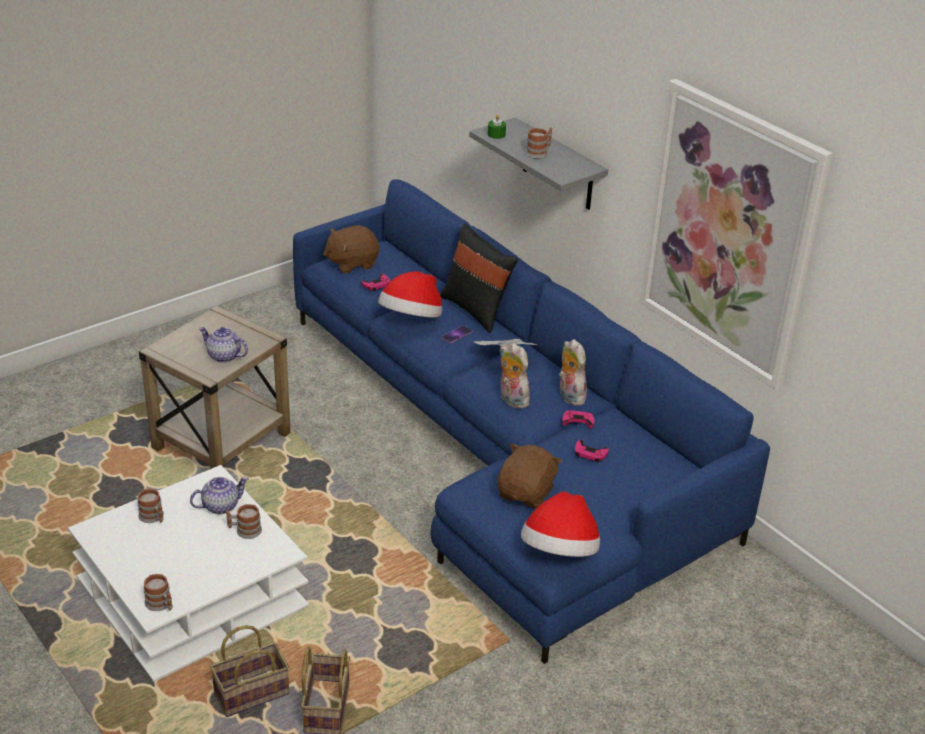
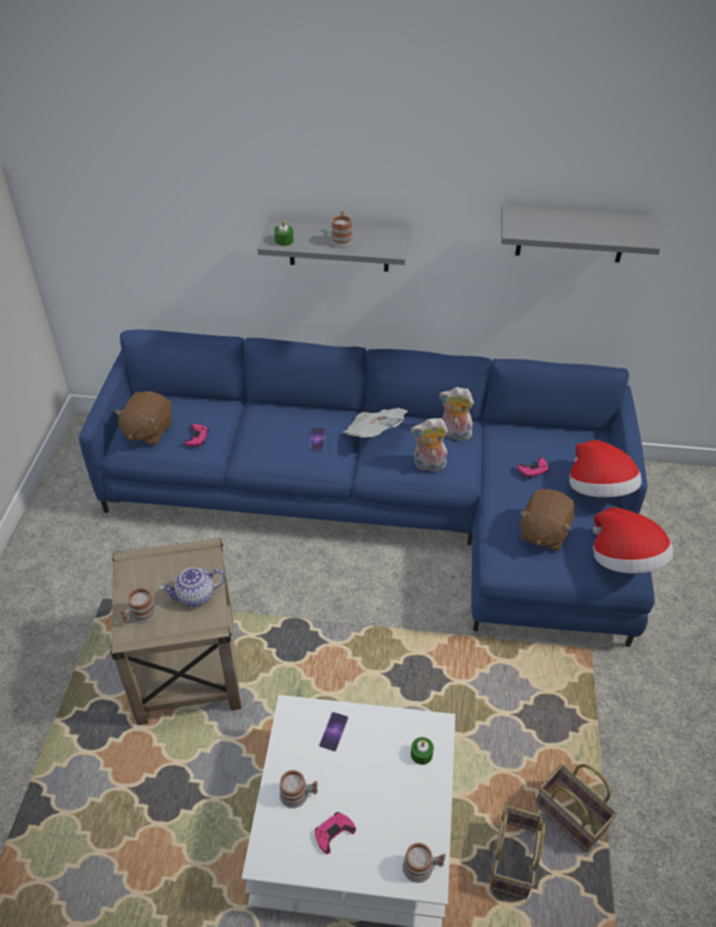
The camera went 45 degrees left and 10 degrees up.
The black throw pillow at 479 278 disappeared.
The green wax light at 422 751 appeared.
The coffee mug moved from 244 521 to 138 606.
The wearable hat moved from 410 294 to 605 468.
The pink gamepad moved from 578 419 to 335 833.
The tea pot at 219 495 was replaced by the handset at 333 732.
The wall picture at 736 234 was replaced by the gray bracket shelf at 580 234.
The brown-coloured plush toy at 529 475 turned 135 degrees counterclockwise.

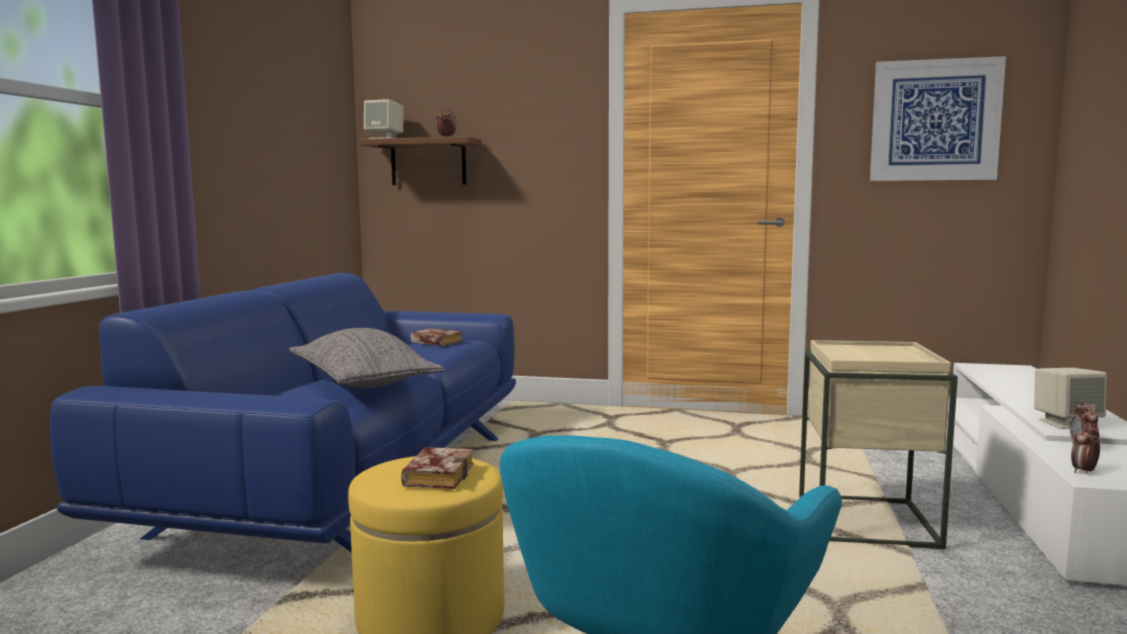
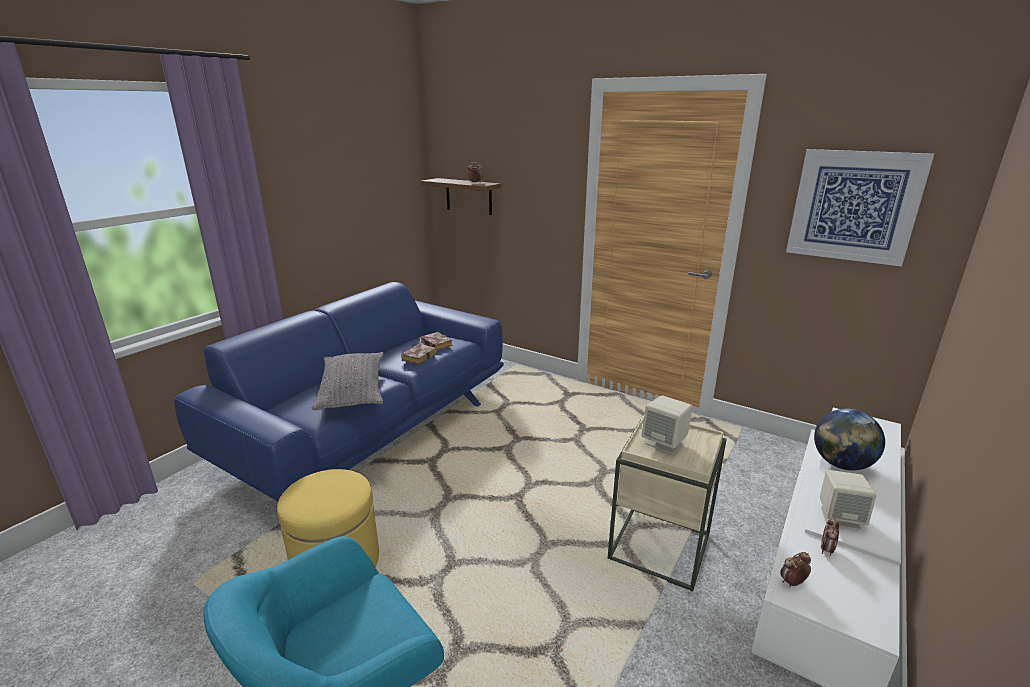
The camera went 20 degrees right and 15 degrees up.
The globe at 849 439 appeared.
The beige speaker moved from 383 119 to 667 424.
The volume moved from 437 468 to 418 354.

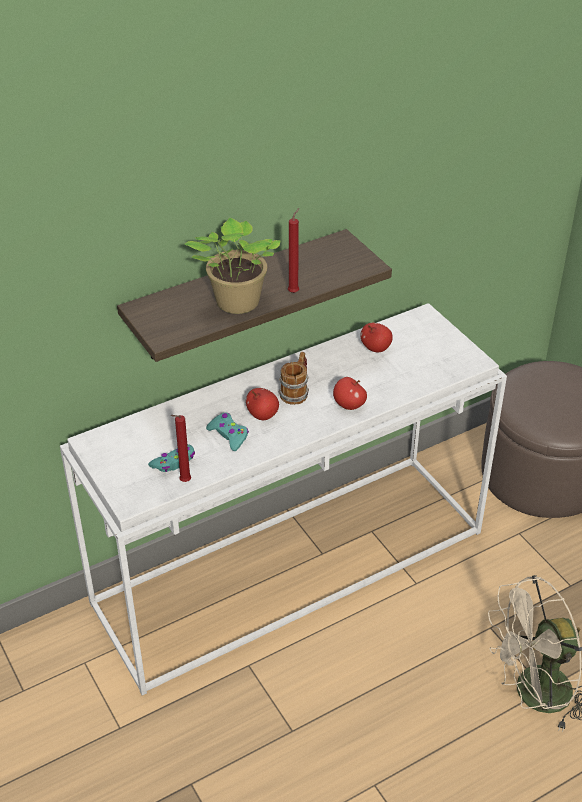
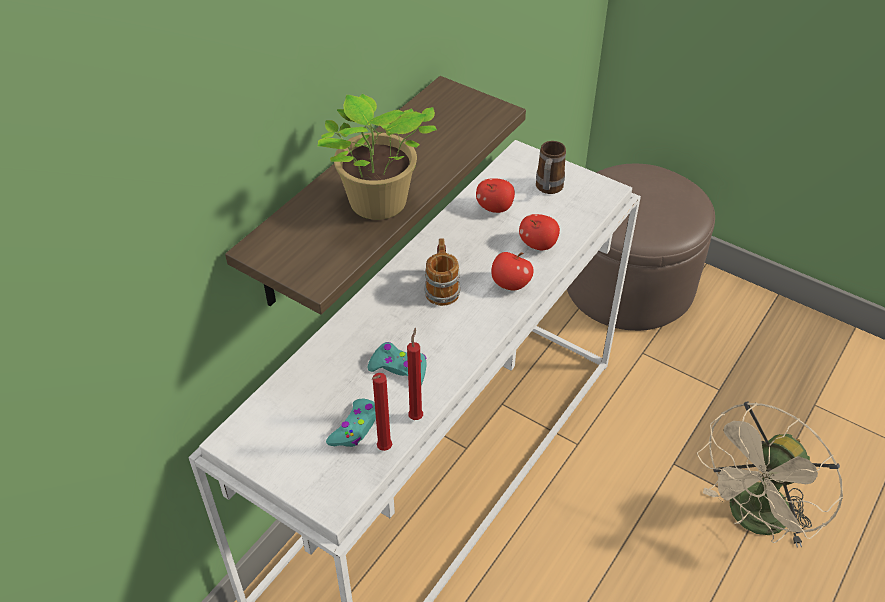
The camera went 25 degrees left and 5 degrees up.
The coffee mug at 551 167 appeared.
The apple fruit moved from 262 404 to 539 232.
The red-coloured wax light moved from 293 250 to 415 374.

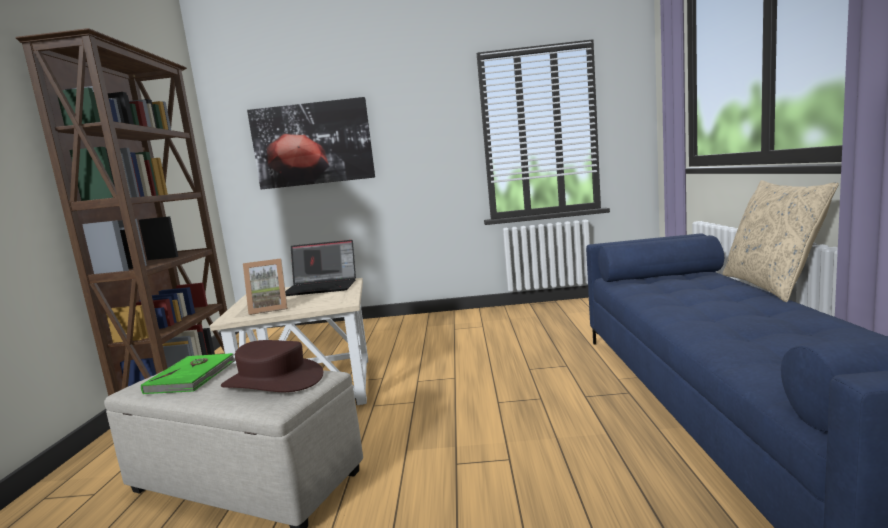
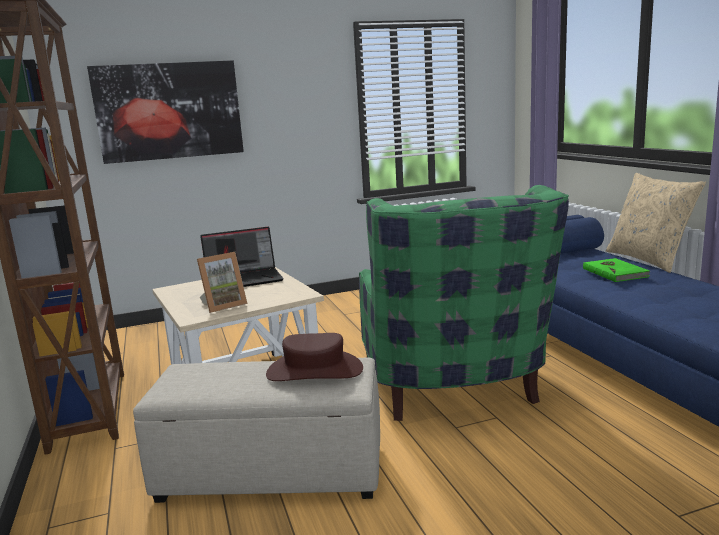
The camera went 20 degrees left and 5 degrees up.
The green armchair at 464 303 appeared.
The green volume moved from 188 373 to 616 270.

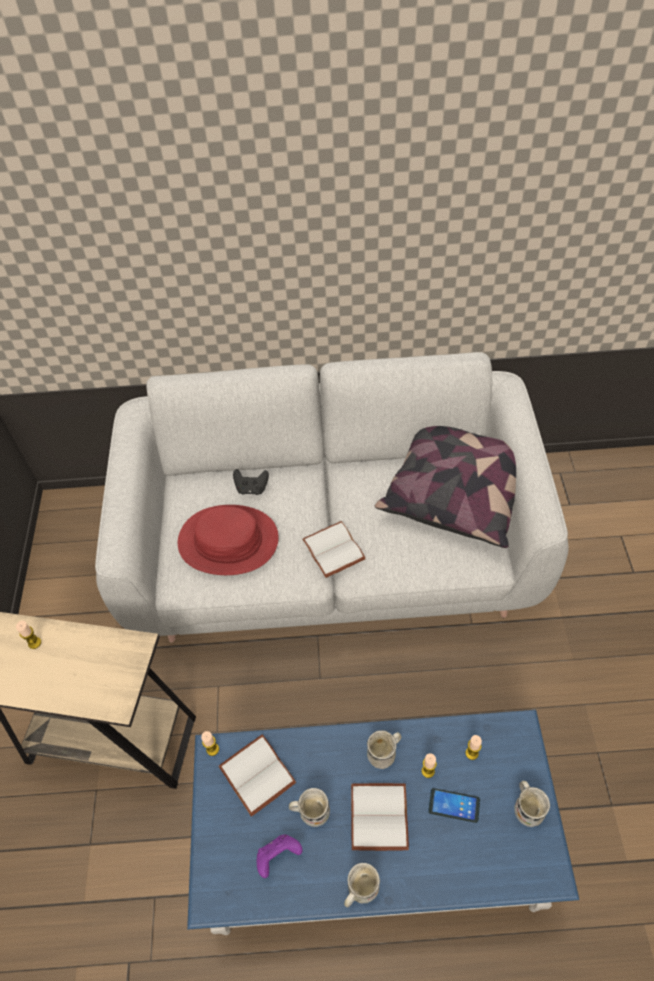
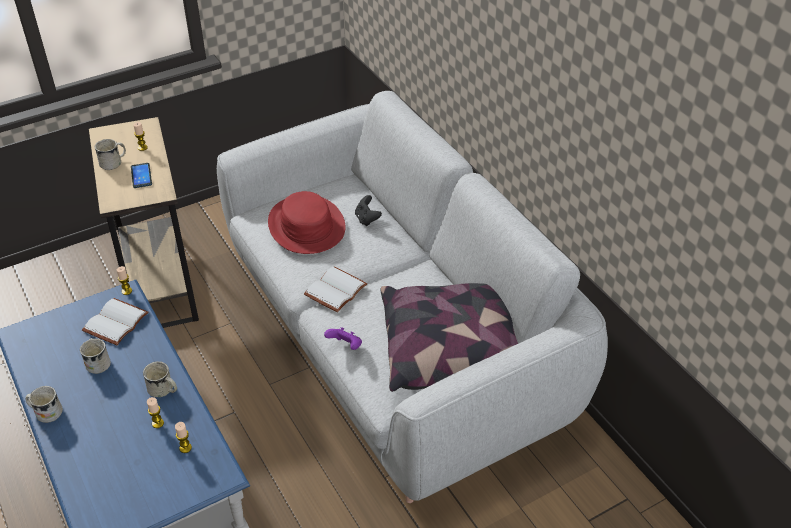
The camera went 60 degrees right and 10 degrees down.
The white volume at 380 817 disappeared.
The purple-coloured gamepad moved from 280 856 to 343 338.
The handset moved from 454 805 to 141 175.
The white coffee mug moved from 532 804 to 110 154.

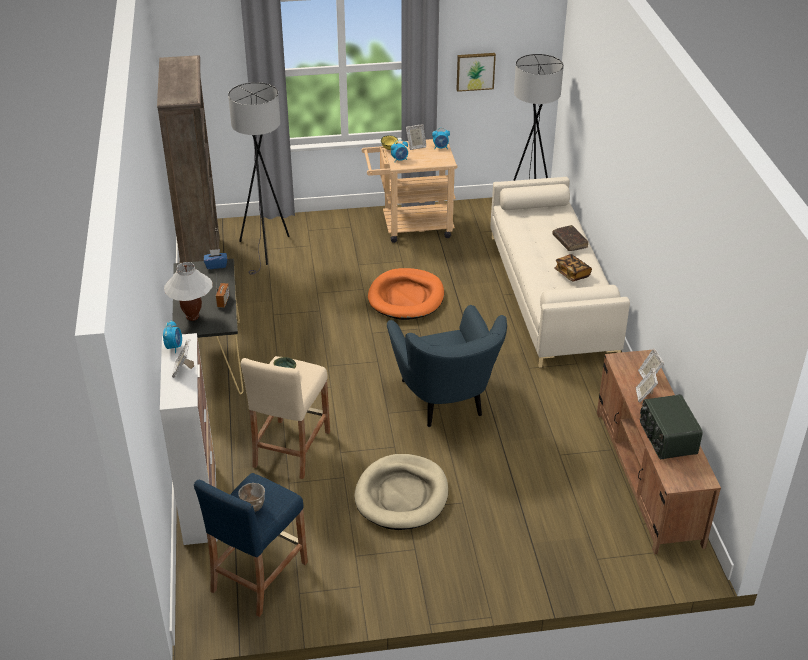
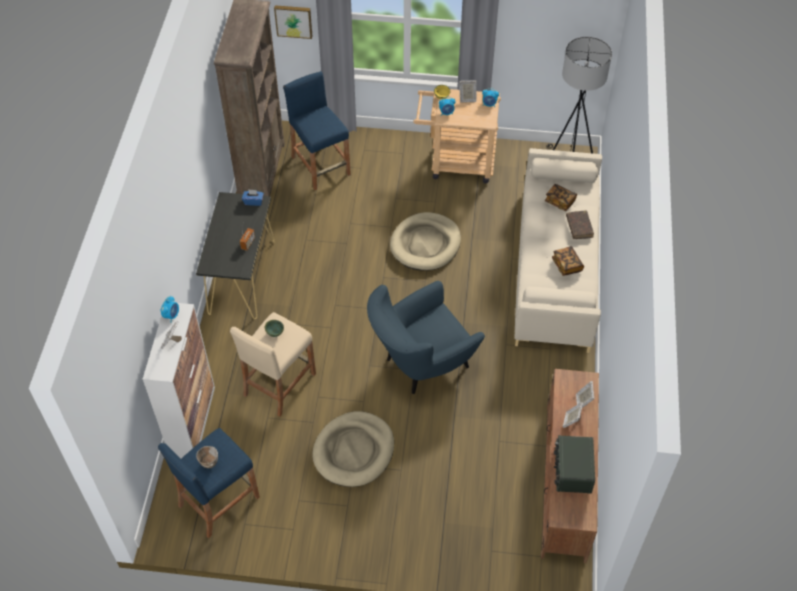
The camera went 15 degrees right and 15 degrees up.
The white table lamp at 188 291 disappeared.
The volume at 561 197 appeared.
The wall picture moved from 476 72 to 293 22.
The gray floor lamp at 259 178 was replaced by the bluish stool at 317 130.
The orange-coloured pet bed at 406 294 became the beige pet bed at 425 241.
The bluish armchair at 447 366 turned 60 degrees clockwise.

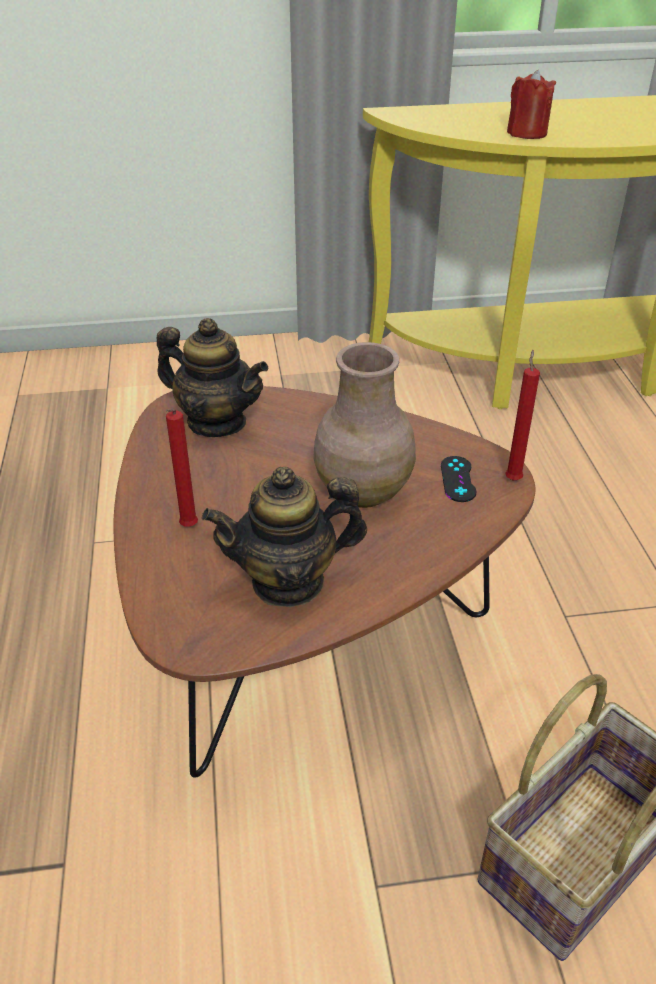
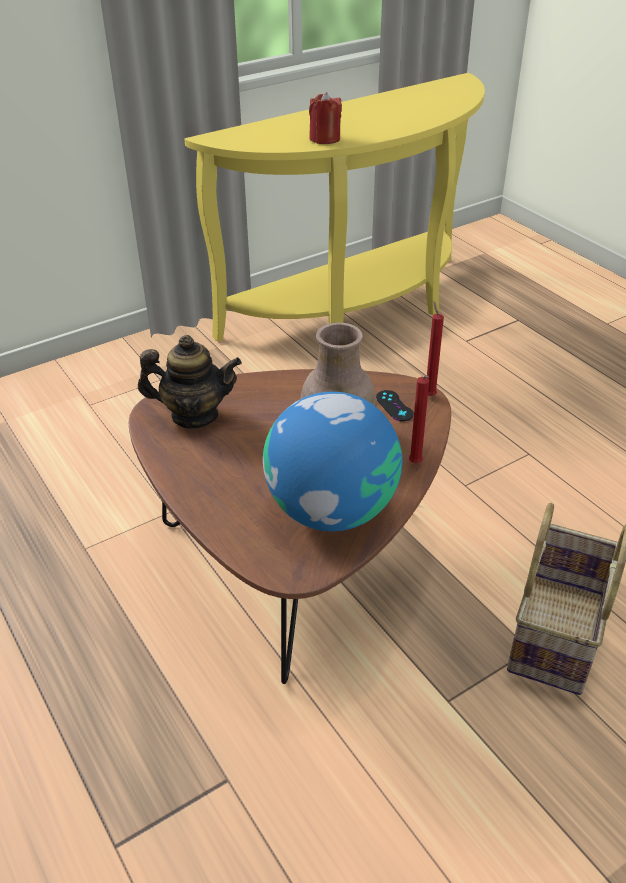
The camera went 25 degrees left and 0 degrees up.
The red-coloured wax light moved from 182 468 to 419 419.
The tea pot at 284 537 was replaced by the globe at 332 461.

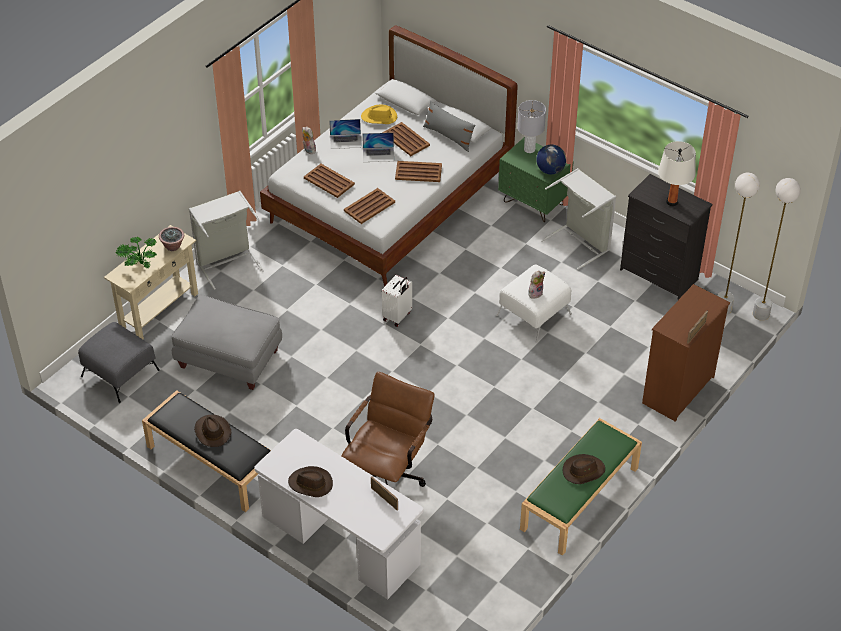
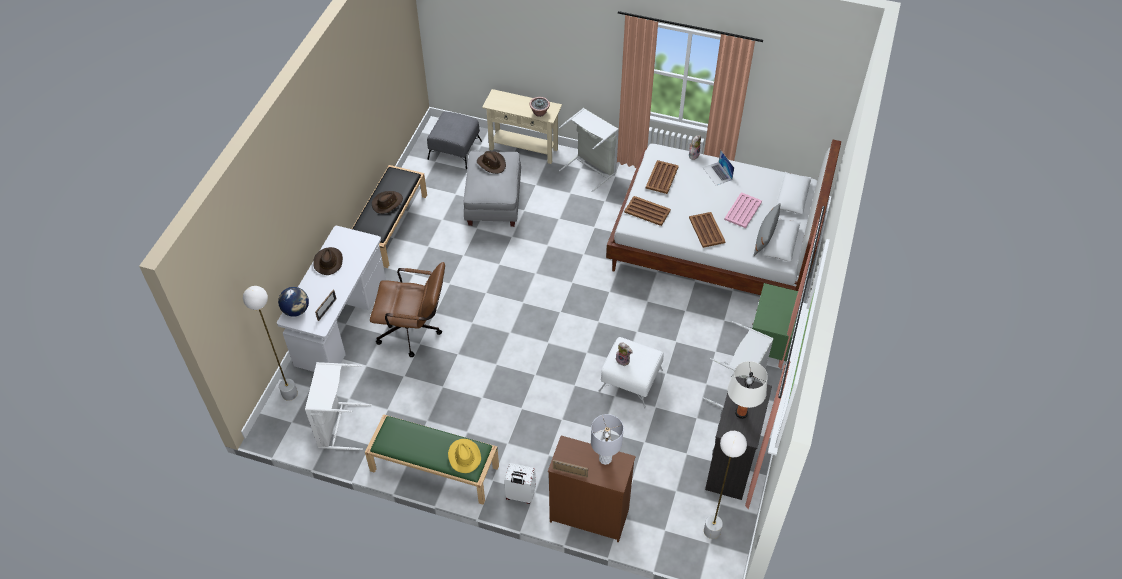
The camera went 70 degrees right and 5 degrees up.
The houseplant at 136 253 disappeared.
The laptop at 378 147 disappeared.
The white washing basket at 338 406 appeared.
The yellow-coloured wearable hat moved from 379 114 to 464 456.
The white piece of luggage moved from 397 301 to 520 483.
The gray table lamp moved from 531 126 to 607 439.
The globe moved from 551 159 to 293 302.
The brown-coloured wearable hat moved from 584 469 to 491 162.
The white floor lamp moved from 777 249 to 270 343.
The brown-coloured tray at 406 139 became the pink tray at 743 210.

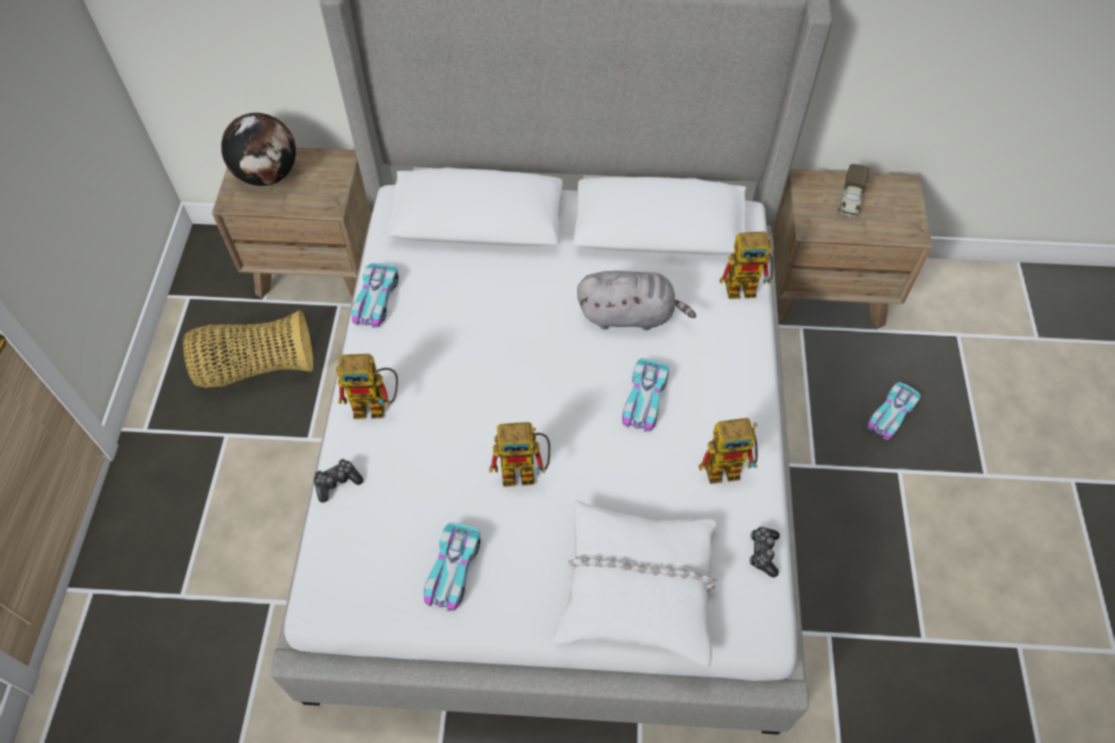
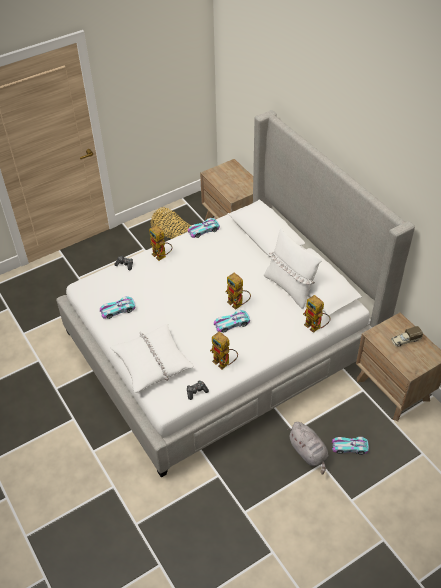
The camera went 55 degrees right and 10 degrees down.
The globe at 258 149 disappeared.
The white throw pillow at 293 268 appeared.
The robot figure moved from 519 454 to 238 291.
The gray plush toy moved from 636 300 to 308 448.

